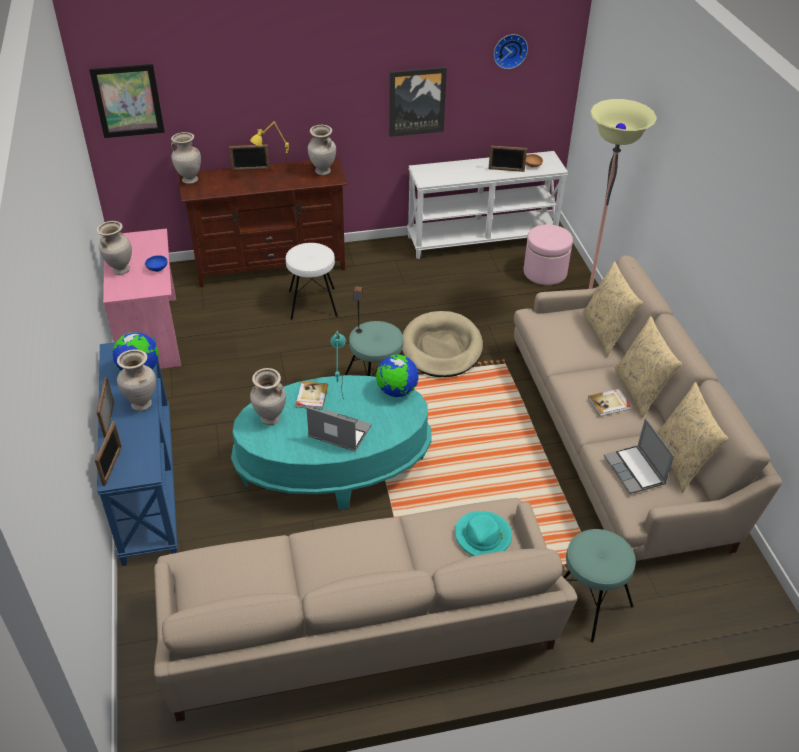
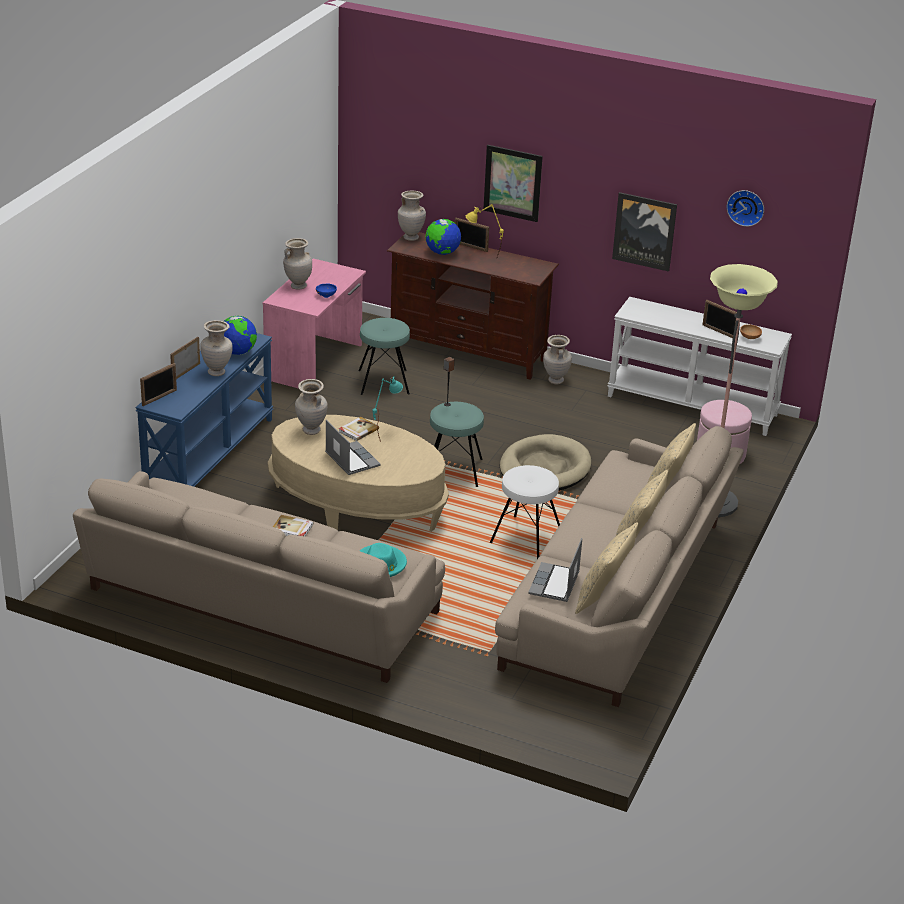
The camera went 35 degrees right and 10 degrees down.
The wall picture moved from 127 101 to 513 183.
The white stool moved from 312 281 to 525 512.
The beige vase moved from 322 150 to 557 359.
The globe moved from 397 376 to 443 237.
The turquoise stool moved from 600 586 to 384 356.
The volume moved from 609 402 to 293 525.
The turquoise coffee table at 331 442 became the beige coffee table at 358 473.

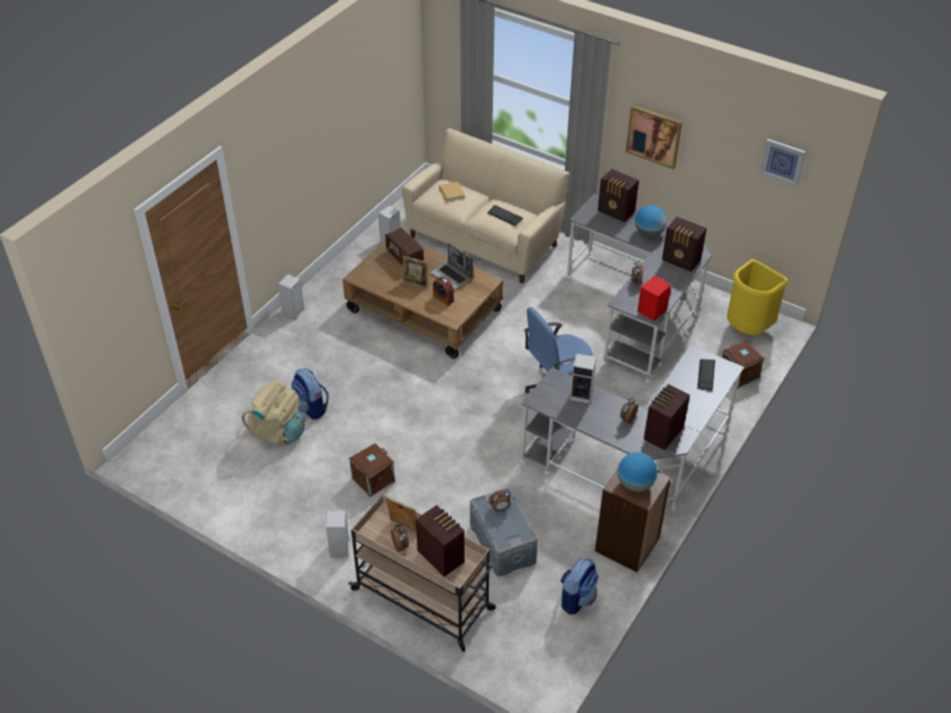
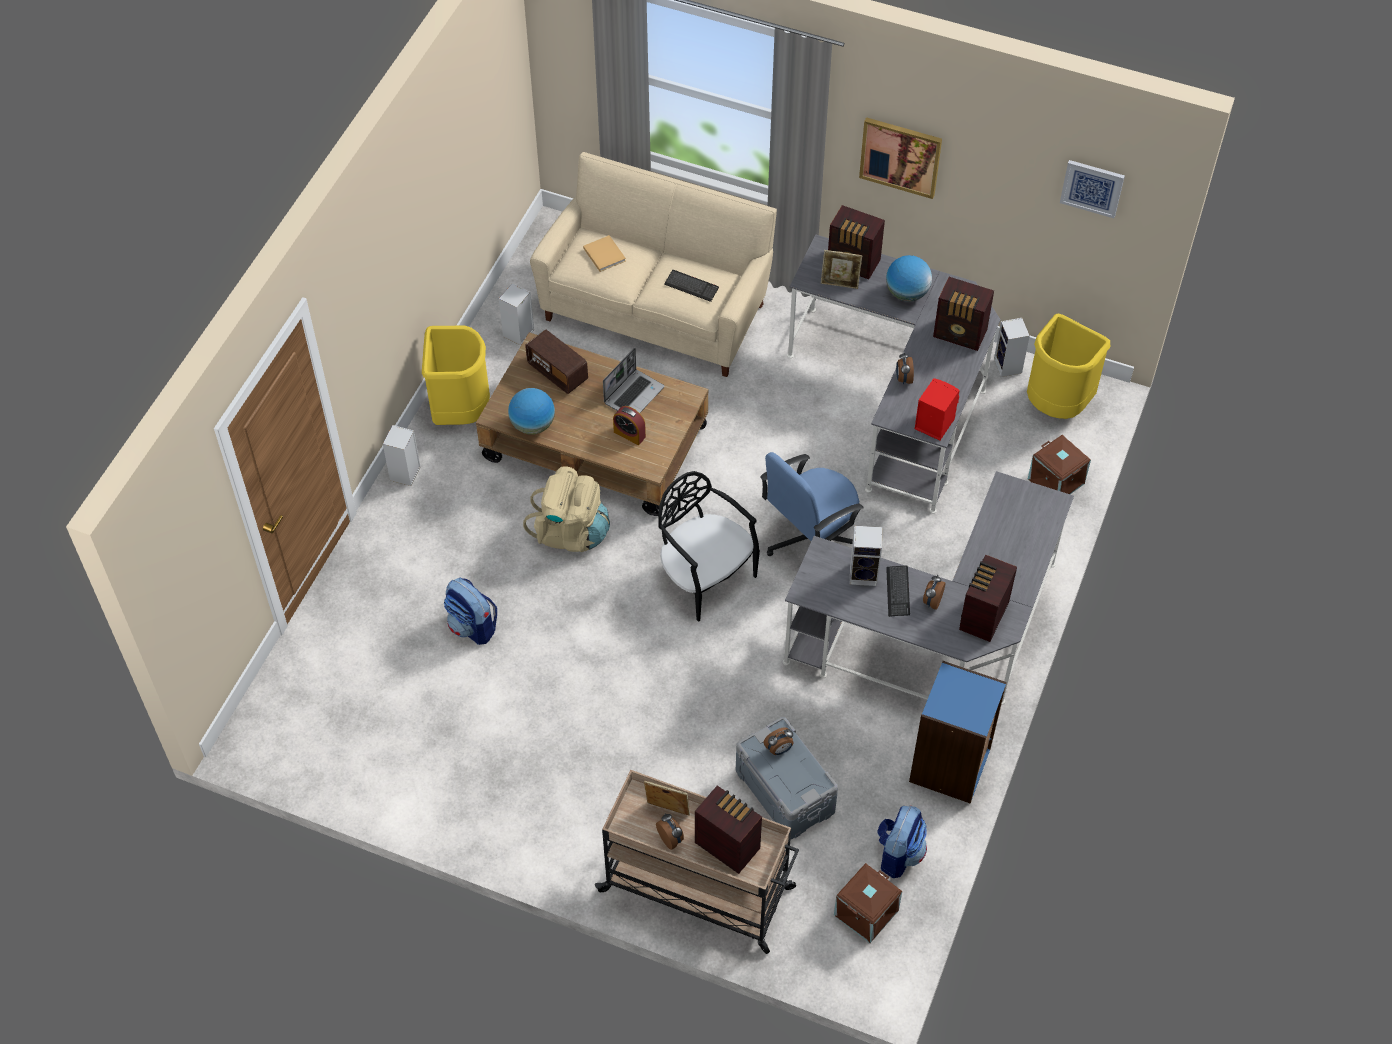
The camera went 10 degrees left and 10 degrees up.
The yellow-coloured waste bin at 456 375 appeared.
The black plain chair at 709 546 appeared.
The beige knapsack moved from 273 413 to 566 509.
The speaker moved from 337 534 to 1012 347.
The brown-coloured storage bin moved from 372 470 to 868 903.
The standing frame moved from 415 272 to 841 269.
The globe moved from 637 472 to 531 411.
The PC keyboard moved from 706 374 to 898 591.
The brown-coloured bookcase at 633 521 became the bluish bookcase at 958 732.
The laptop at 451 266 turned 90 degrees counterclockwise.

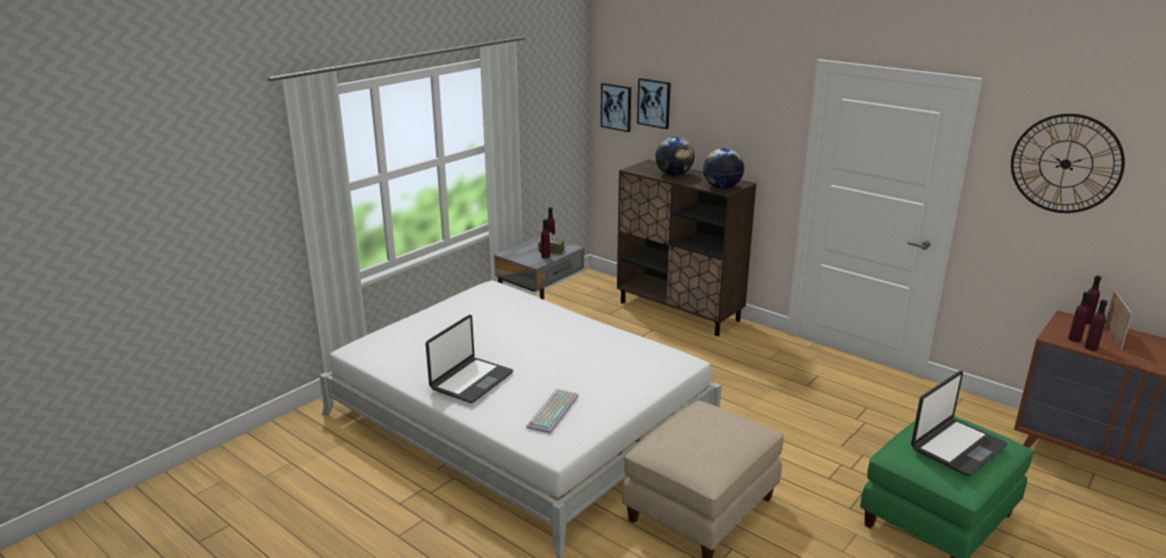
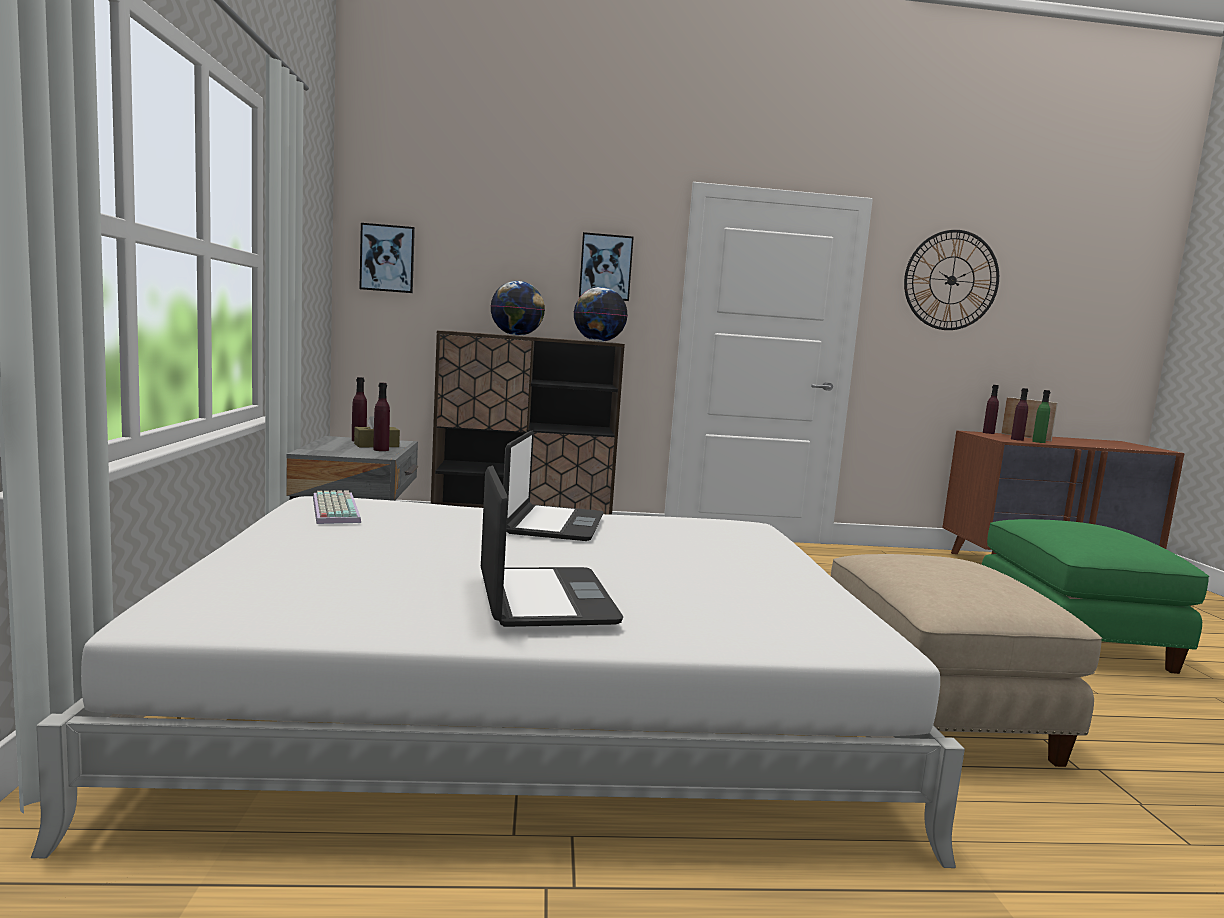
The camera went 45 degrees left and 15 degrees down.
The PC keyboard moved from 552 411 to 337 507.
The wall picture moved from 654 103 to 606 266.
The laptop moved from 959 423 to 553 485.
The purple-coloured beverage bottle at 1095 325 became the green beverage bottle at 1041 416.

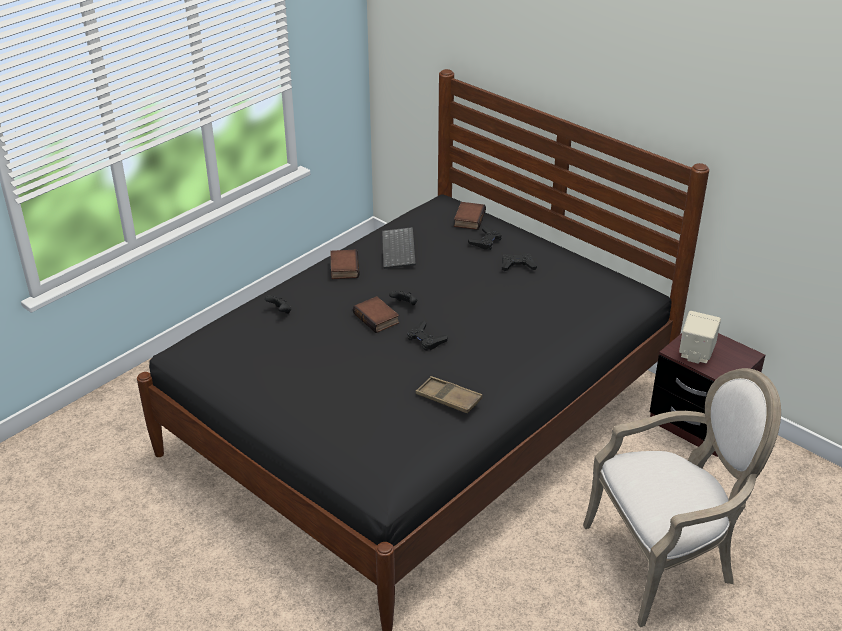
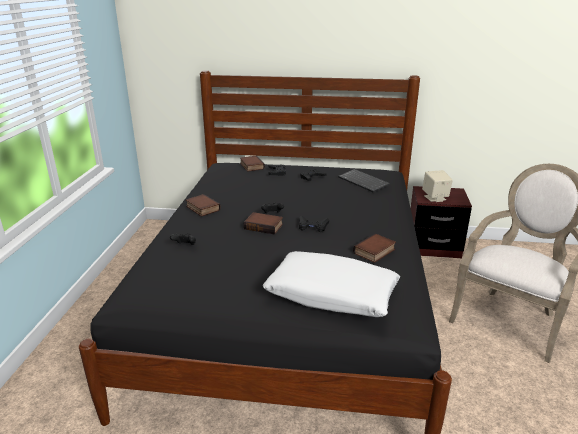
The camera went 35 degrees left and 10 degrees down.
The white throw pillow at 331 284 appeared.
The PC keyboard moved from 399 248 to 364 180.
The brown-coloured tray at 449 394 was replaced by the volume at 374 248.

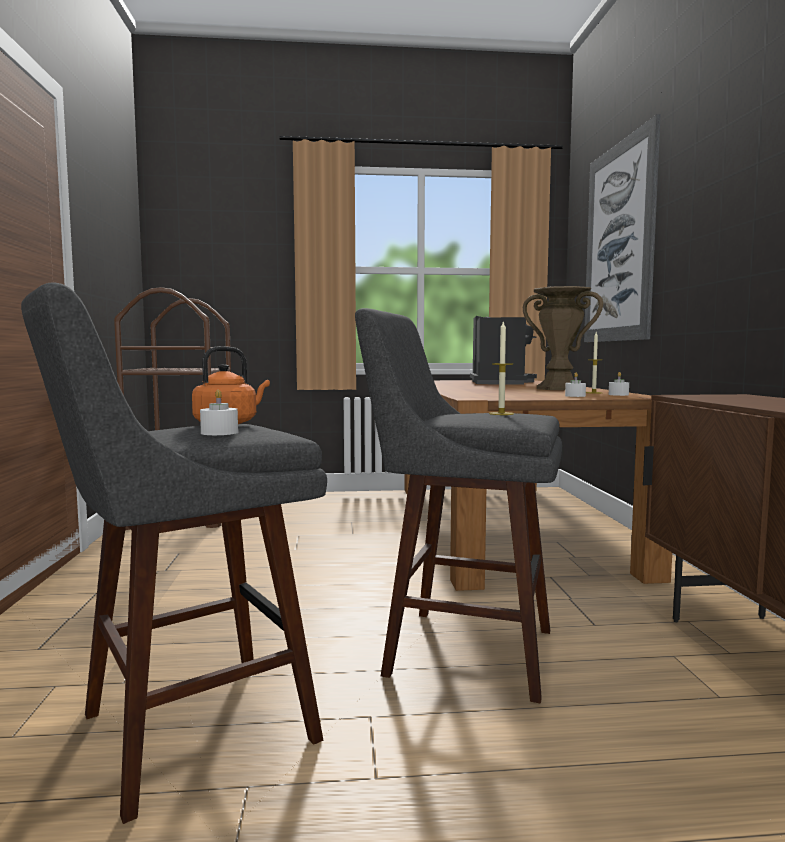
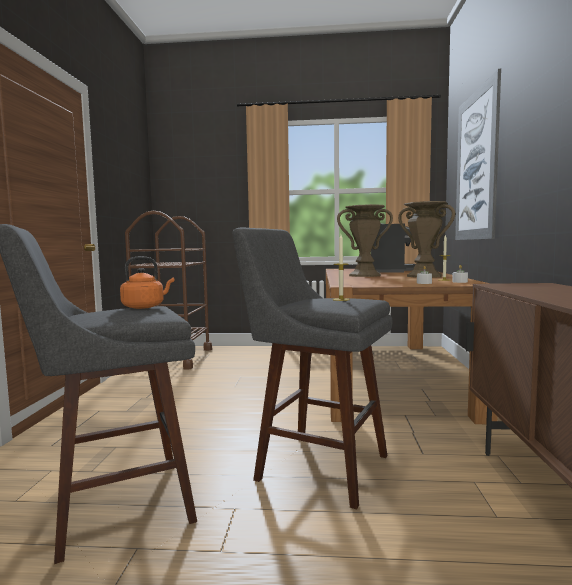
The camera went 10 degrees right and 0 degrees up.
The white wax light at 219 412 disappeared.
The brown-coloured vase at 365 240 appeared.

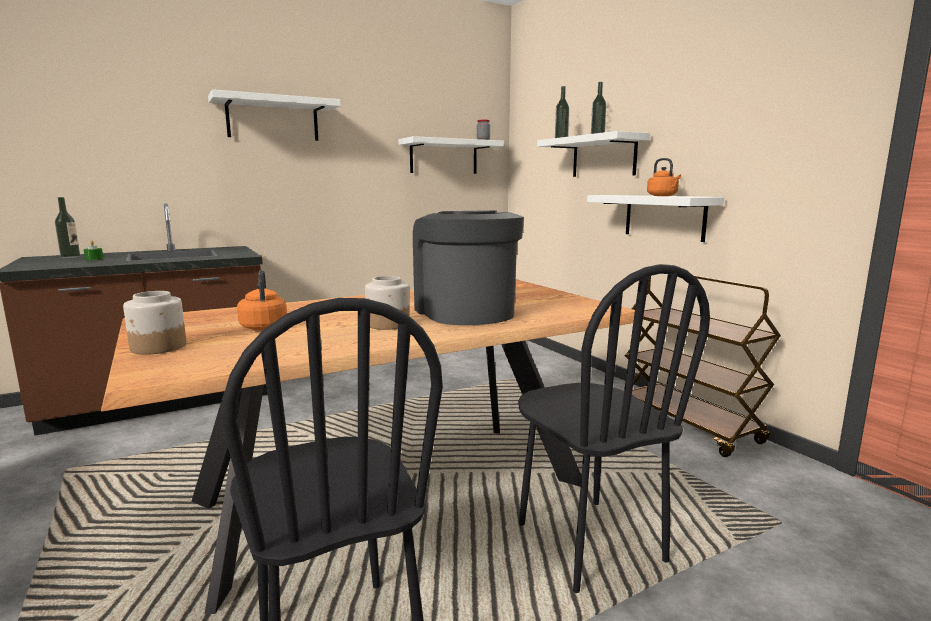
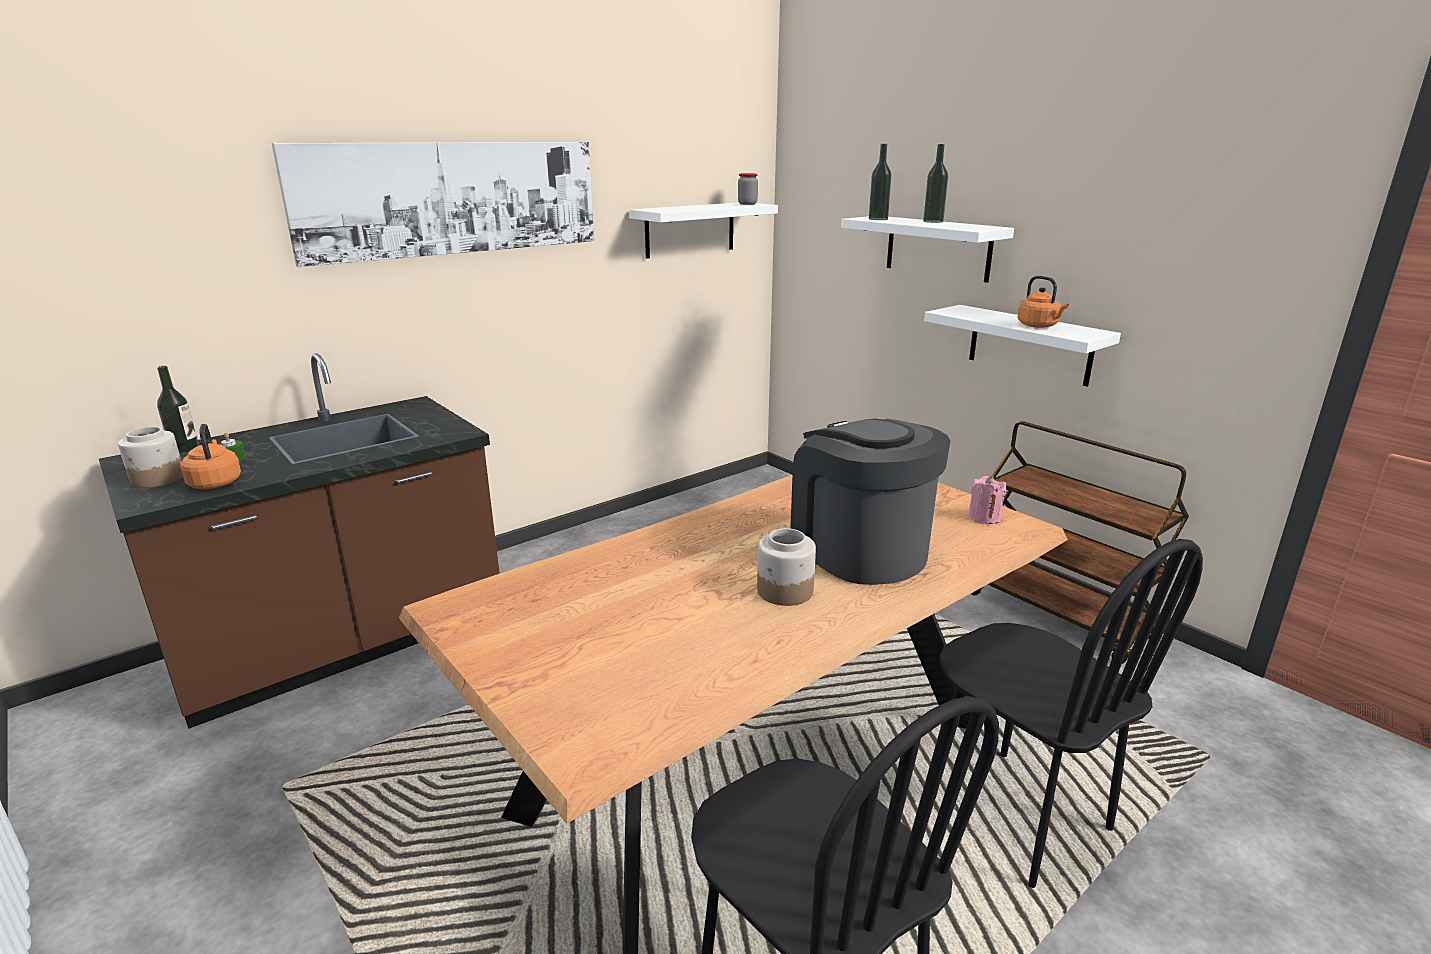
The camera went 10 degrees left and 10 degrees up.
The pink wax light at 987 500 appeared.
The preserve jar moved from 154 323 to 150 457.
The orange-coloured tea kettle moved from 262 300 to 210 456.
The white bracket shelf at 274 115 was replaced by the wall picture at 432 204.

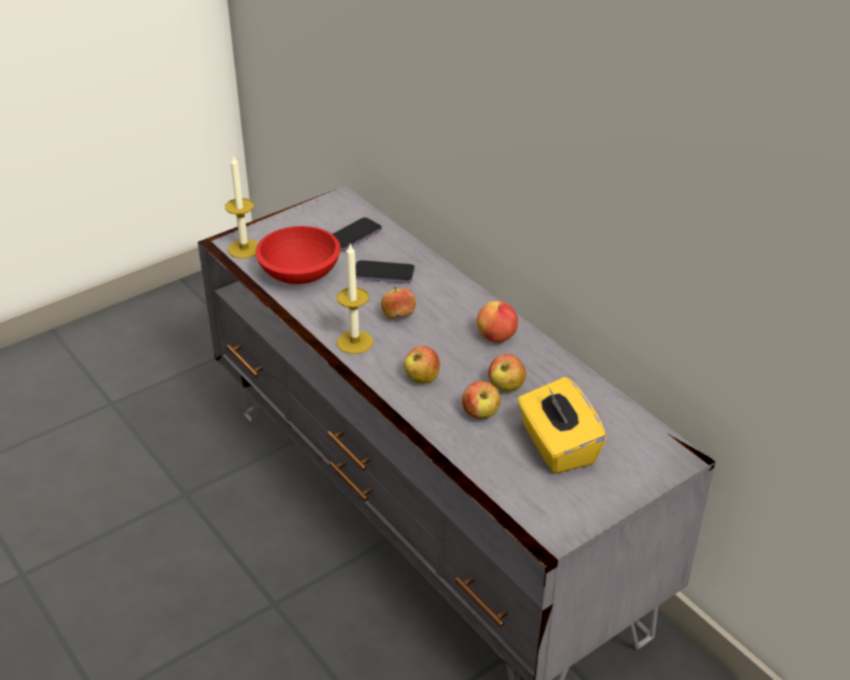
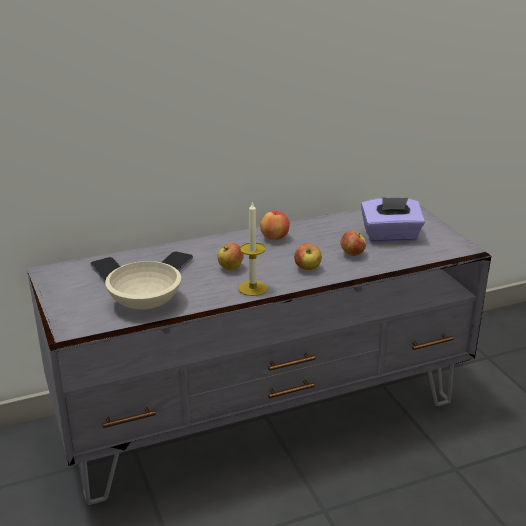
The camera went 75 degrees left and 10 degrees down.
The wax light at 241 206 disappeared.
The apple fruit at 507 373 disappeared.
The red-coloured serving bowl at 297 255 became the beige serving bowl at 143 285.
The yellow-coloured box of tissues at 562 425 became the purple-coloured box of tissues at 393 219.

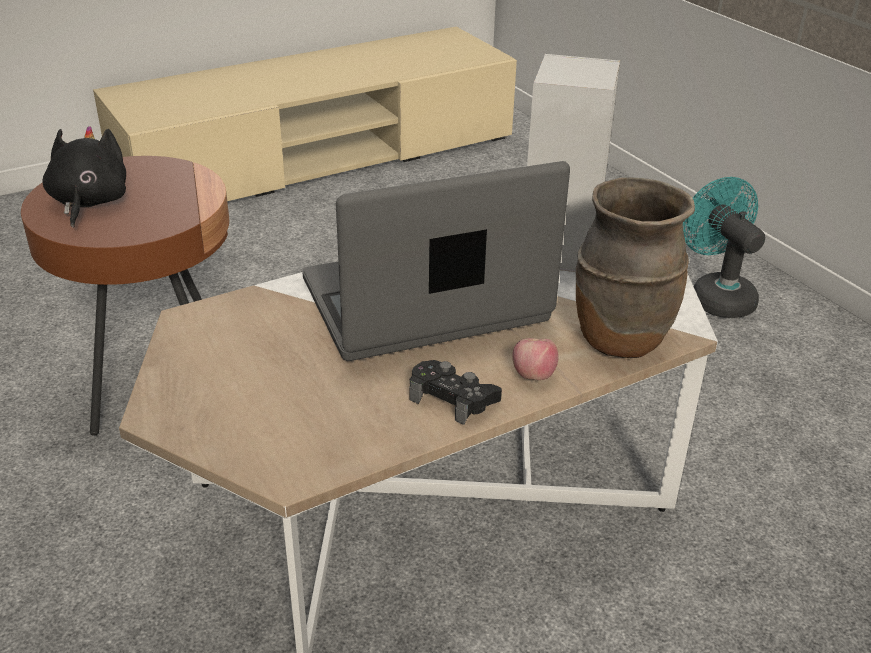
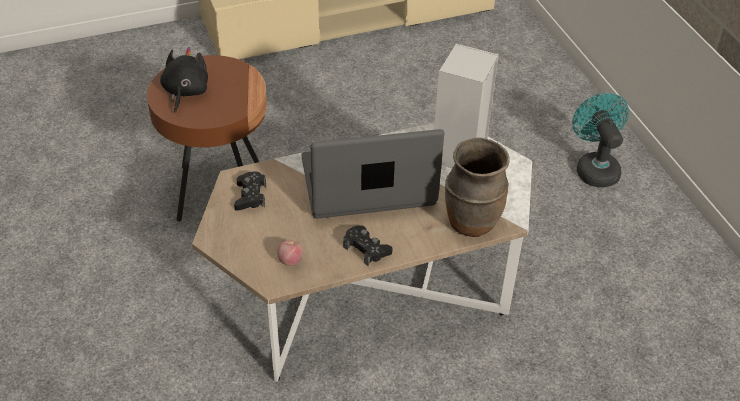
The camera went 10 degrees right and 10 degrees up.
The black gamepad at 250 191 appeared.
The apple fruit moved from 535 359 to 290 253.

